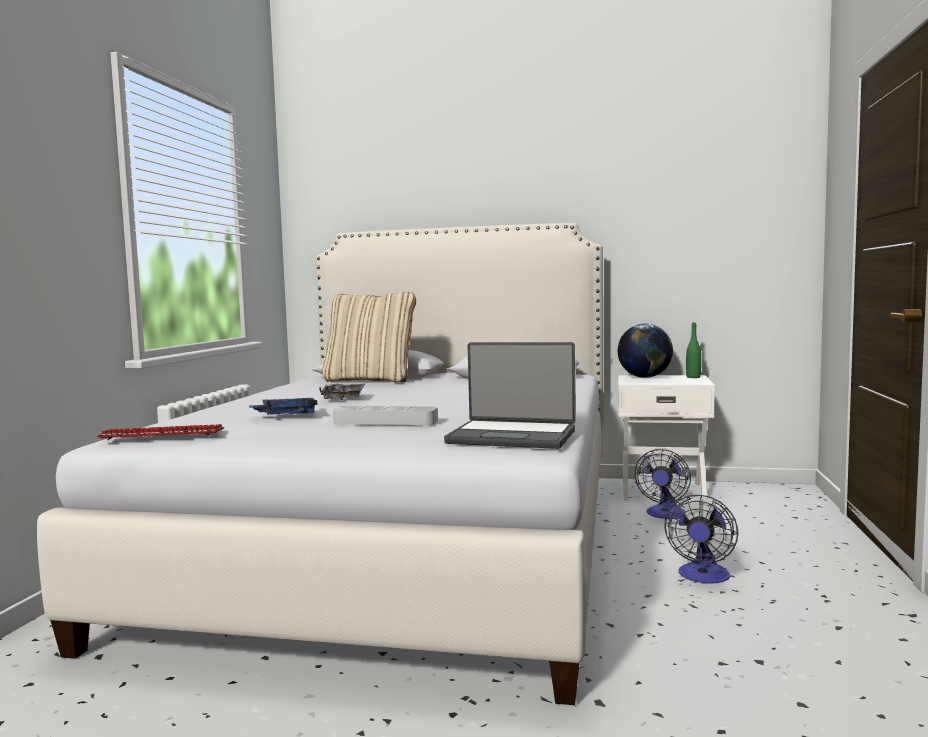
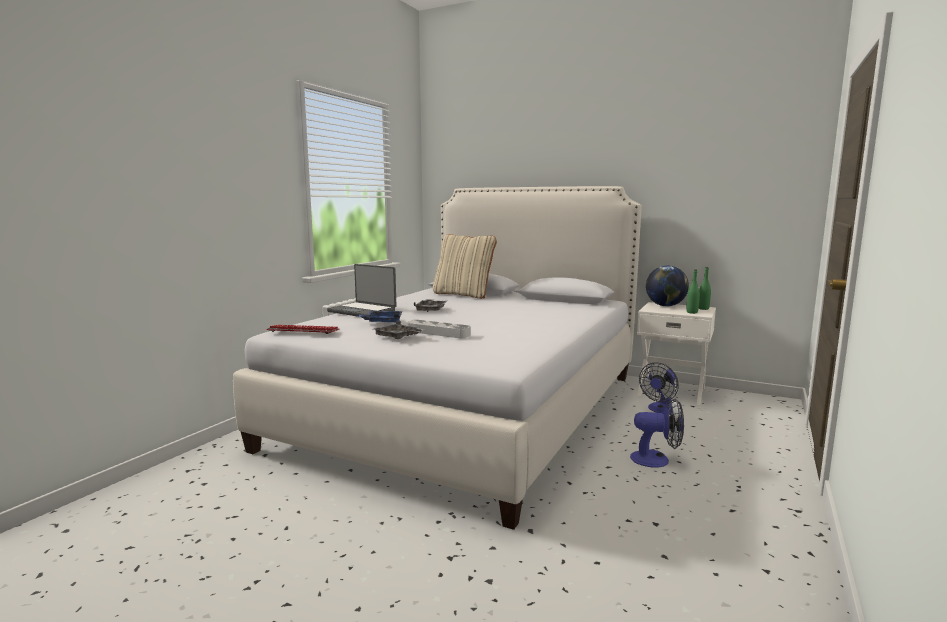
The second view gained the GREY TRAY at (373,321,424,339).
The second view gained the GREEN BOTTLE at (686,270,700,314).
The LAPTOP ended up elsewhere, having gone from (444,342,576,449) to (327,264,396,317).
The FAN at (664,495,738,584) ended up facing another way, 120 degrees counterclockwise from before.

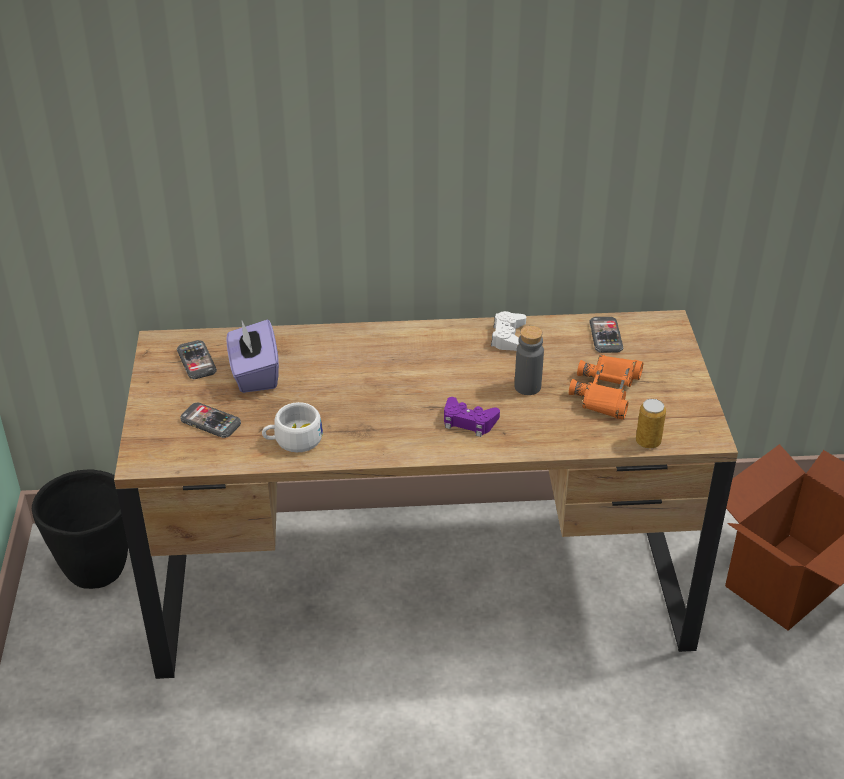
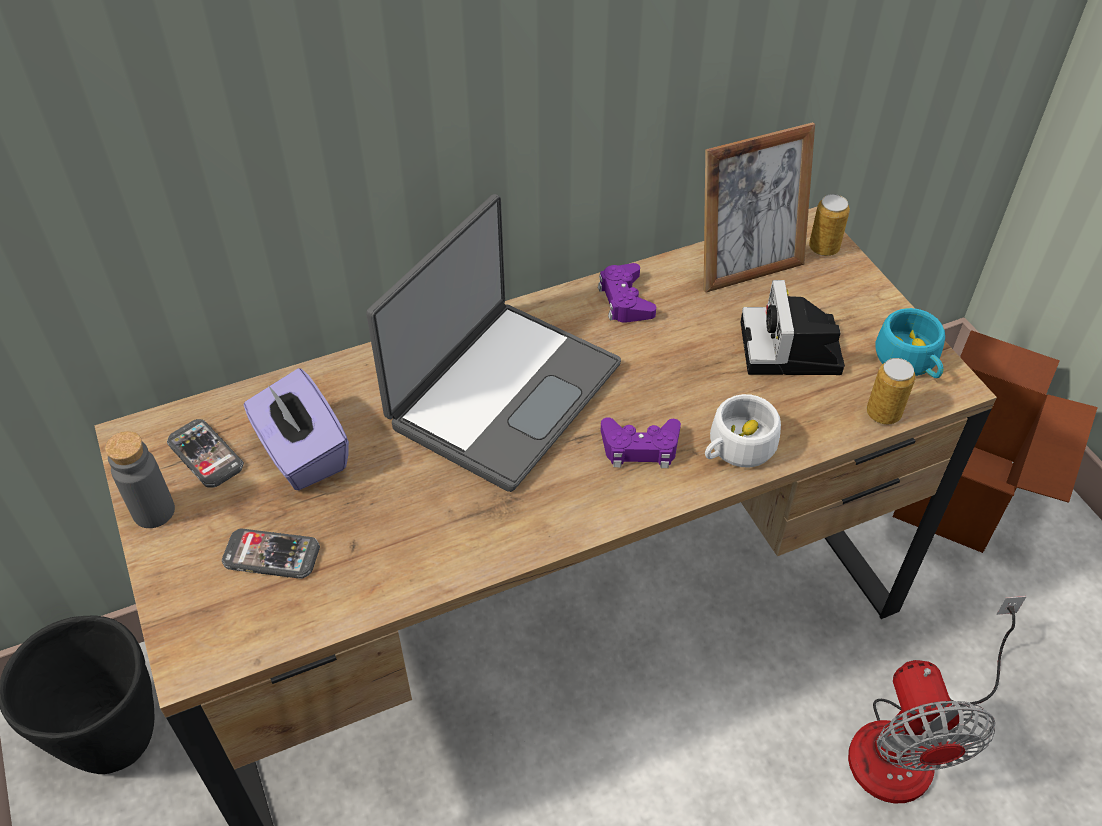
The second view gained the LAPTOP at (366,194,621,492).
The second view gained the CAN at (809,194,850,256).
The second view gained the FAN at (848,596,1027,804).
The second view gained the TURQUOISE CUP at (876,308,945,378).
The WHITE CUP ended up elsewhere, having gone from (262,402,323,452) to (705,394,781,467).
The GREY BOTTLE ended up elsewhere, having gone from (515,326,544,395) to (105,431,175,528).
Where the ORANGE BINOCULARS stood at (569,355,643,420), the PHOTO CAMERA came to stand at (740,280,845,375).
Where the PHONE stood at (589,317,623,353), the PICTURE FRAME came to stand at (704,122,815,293).
What was the WHITE GAME CONTROLLER at (491,311,526,351) turned into the PURPLE GAME CONTROLLER at (598,263,656,323).

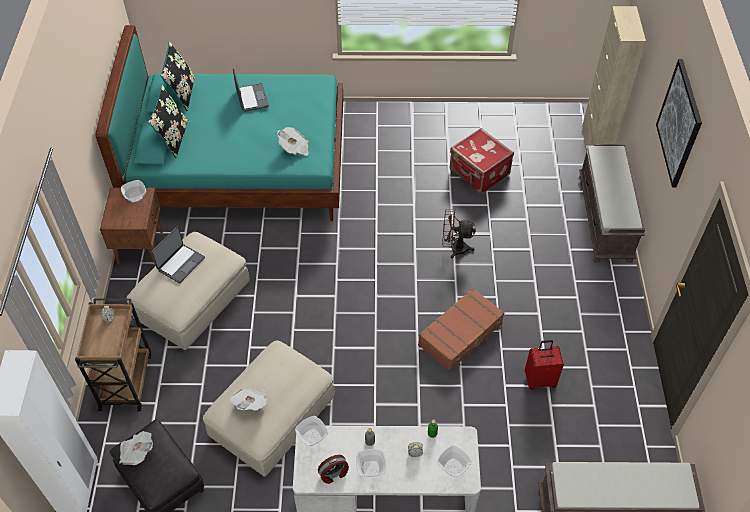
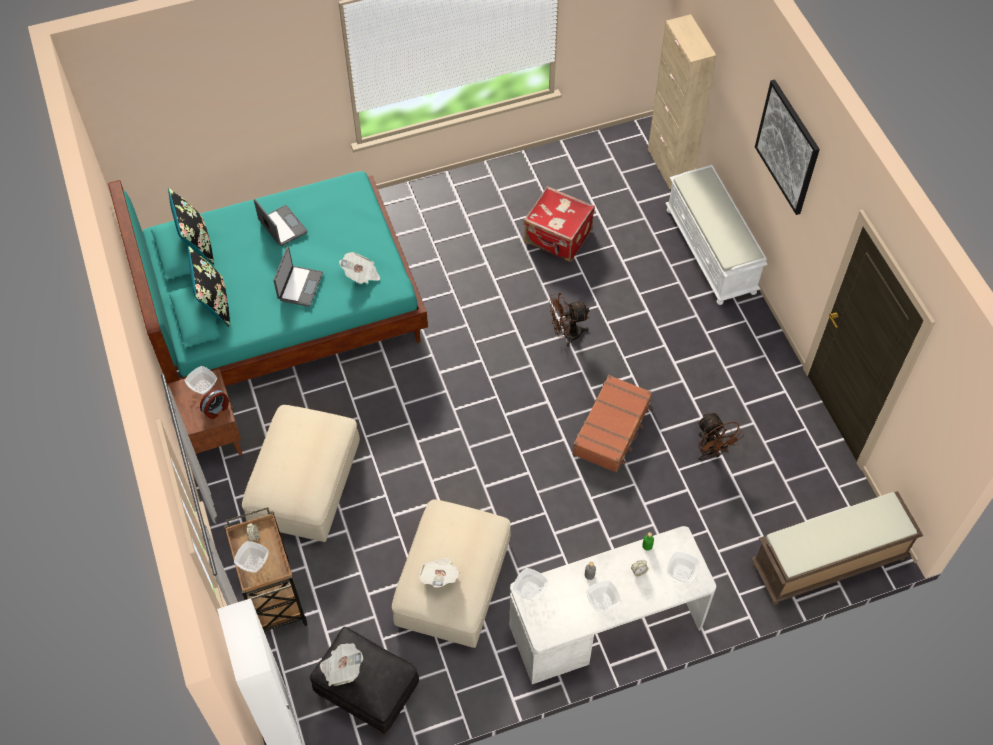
The second view gained the BOWL at (234,541,269,572).
The LAPTOP ended up elsewhere, having gone from (151,226,205,283) to (273,246,323,307).
The ALARM CLOCK ended up elsewhere, having gone from (318,455,349,484) to (200,388,229,419).
Where the RED SUITCASE stood at (525,340,564,389), the BROWN FAN came to stand at (697,412,744,460).
What was the BROWN BENCH at (579,144,645,263) turned into the WHITE BENCH at (665,165,768,305).

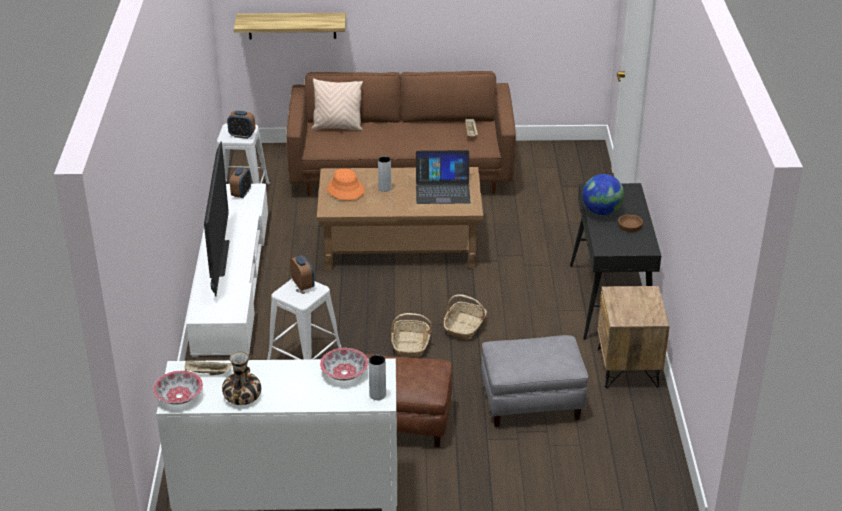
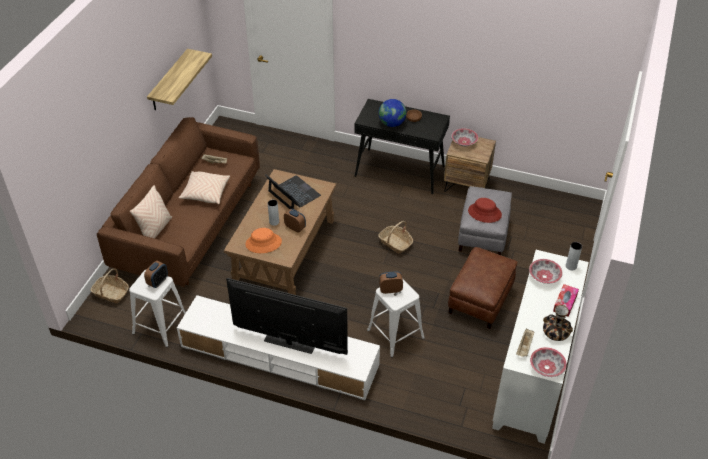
The second view gained the BEIGE PILLOW at (179,171,230,204).
The second view gained the BOWL at (451,128,478,146).
The second view gained the RED HAT at (468,198,502,223).
The second view gained the TISSUE BOX at (553,284,579,317).
The ALARM CLOCK ended up elsewhere, having gone from (230,168,251,198) to (284,209,306,233).
The SHELF ended up elsewhere, having gone from (234,13,346,40) to (147,49,212,110).
The BASKET ended up elsewhere, having gone from (391,313,432,357) to (91,268,129,303).
The LAPTOP at (416,150,471,204) ended up facing another way, 60 degrees counterclockwise from before.

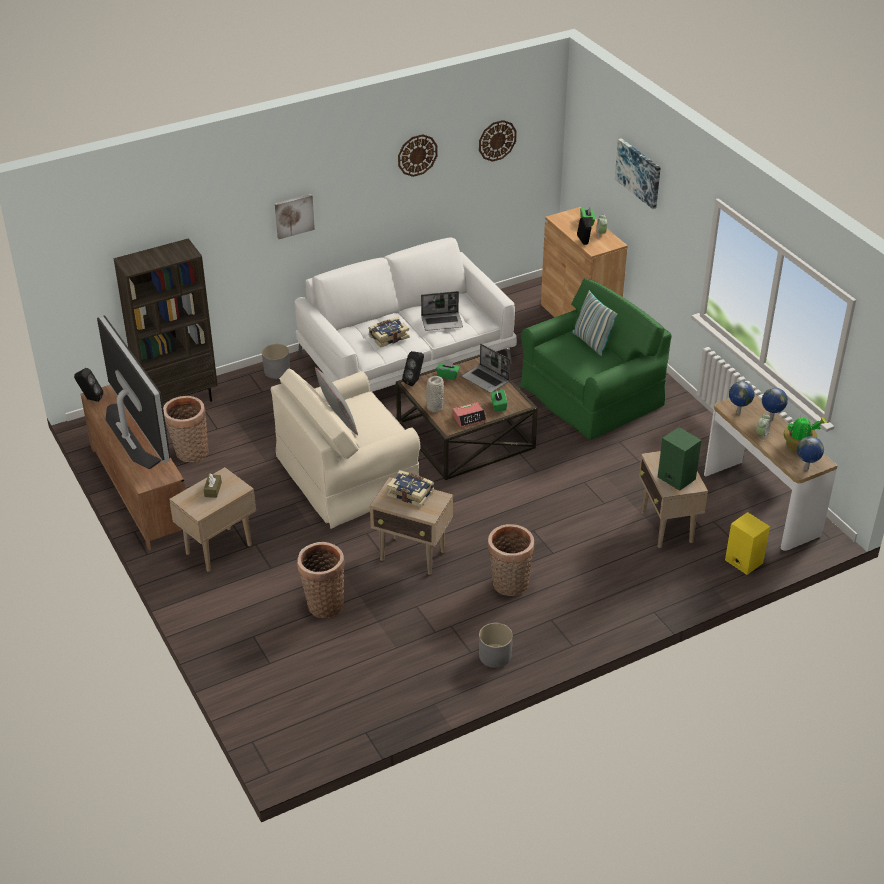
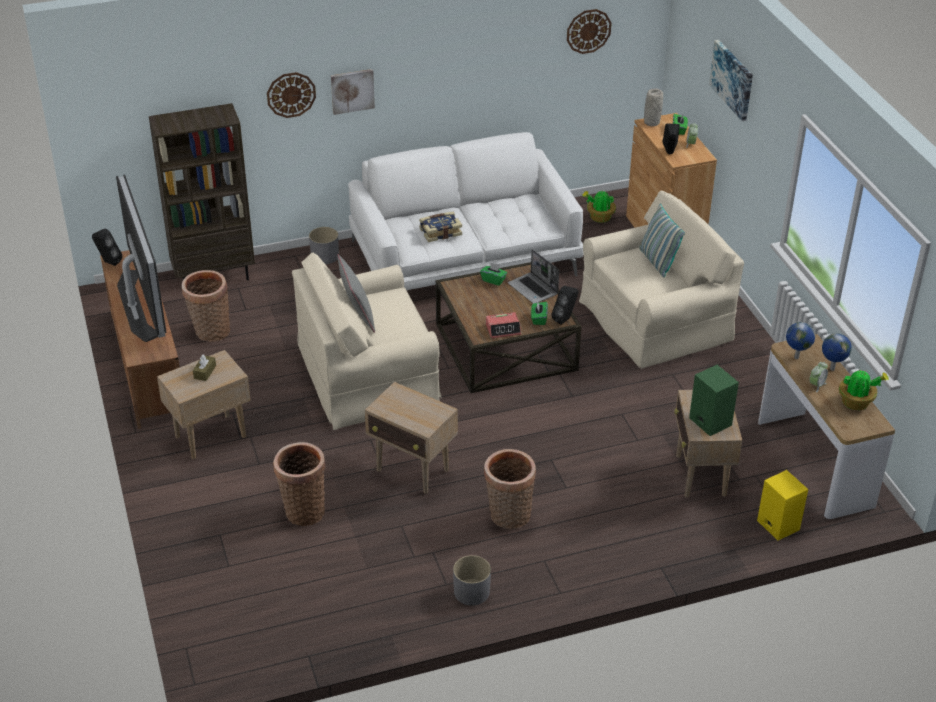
The second view lost the BOOK at (387,470,434,507).
The second view lost the LAPTOP at (421,291,463,331).
The second view lost the GLOBE at (797,436,824,470).
The second view gained the POTTED PLANT at (582,189,616,223).
The WALL CLOCK ended up elsewhere, having gone from (398,134,437,177) to (267,72,316,118).
The BLACK SPEAKER ended up elsewhere, having gone from (402,351,424,386) to (551,286,579,325).
The GREY VASE ended up elsewhere, having gone from (426,376,444,413) to (644,88,664,126).
What was the GREEN ARMCHAIR at (520,278,672,440) turned into the BEIGE ARMCHAIR at (579,190,744,369).

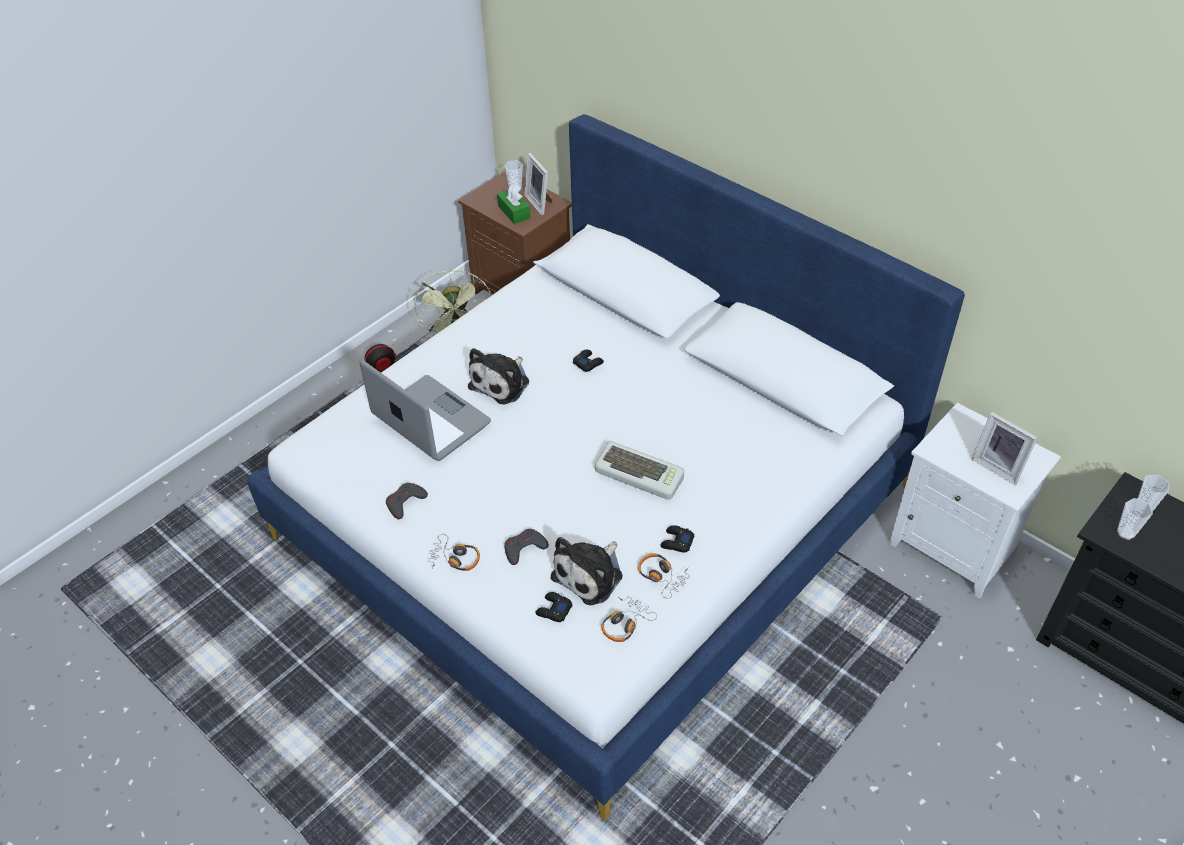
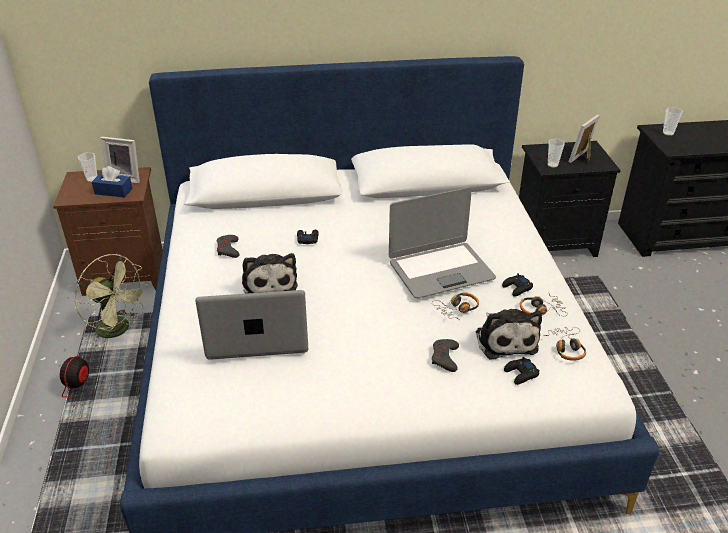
The GREY GAME CONTROLLER ended up elsewhere, having gone from (386,483,428,519) to (217,235,239,258).
The HEADPHONES ended up elsewhere, having gone from (428,534,480,571) to (432,292,479,320).
The CUP ended up elsewhere, having gone from (1117,498,1153,540) to (548,139,564,168).
Where the KEYBOARD stood at (595,441,684,500), the LAPTOP came to stand at (389,187,496,298).
What was the GREEN TISSUE BOX at (497,186,531,224) turned into the BLUE TISSUE BOX at (92,166,132,197).
What was the WHITE NIGHTSTAND at (889,403,1061,599) turned into the BLACK NIGHTSTAND at (519,141,621,257).
The PICTURE FRAME at (971,412,1038,485) ended up facing another way, 135 degrees clockwise from before.

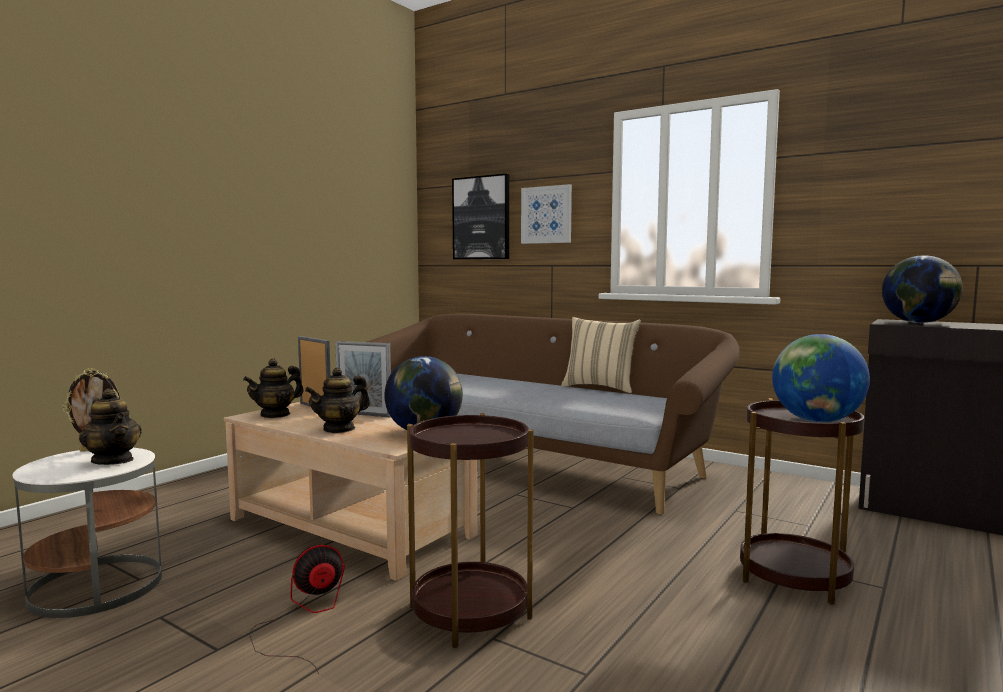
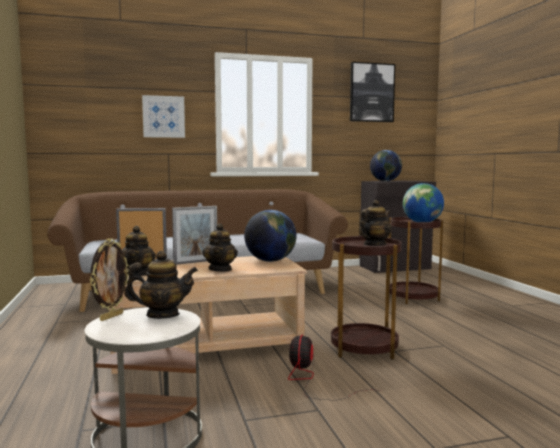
The second view lost the BEIGE PILLOW at (561,317,641,393).
The second view gained the TEAPOT at (359,200,391,246).
The PICTURE ended up elsewhere, having gone from (452,174,509,259) to (350,62,395,122).

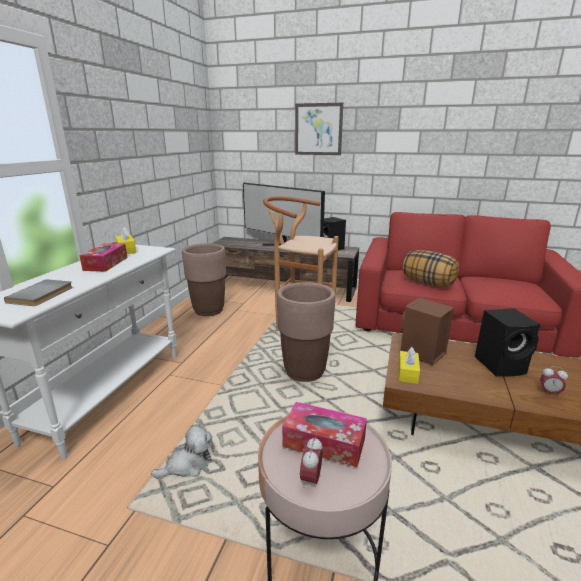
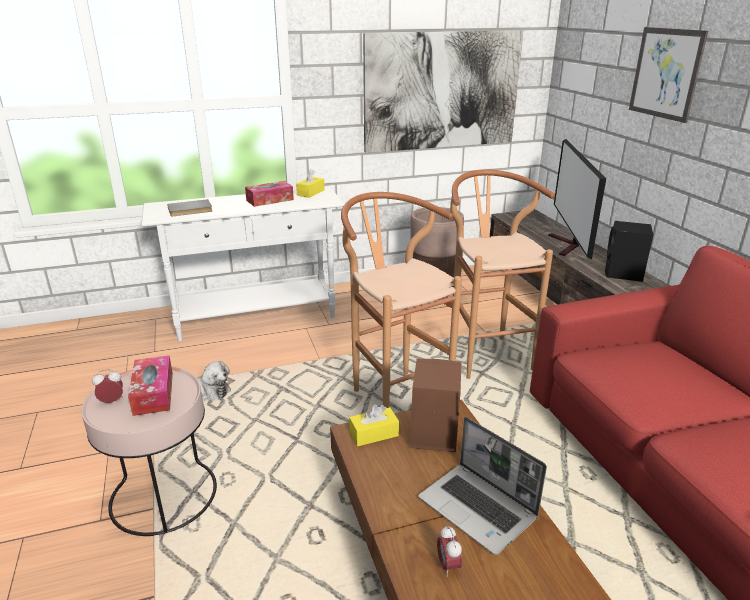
The second view lost the PILLOW at (403,250,459,286).
The second view gained the PICTURE at (363,30,523,153).
Where the BROWN PLANTER stood at (277,282,335,382), the BROWN STOOL came to stand at (341,192,462,408).
Where the BLACK SPEAKER stood at (475,308,540,377), the LAPTOP came to stand at (419,417,547,555).

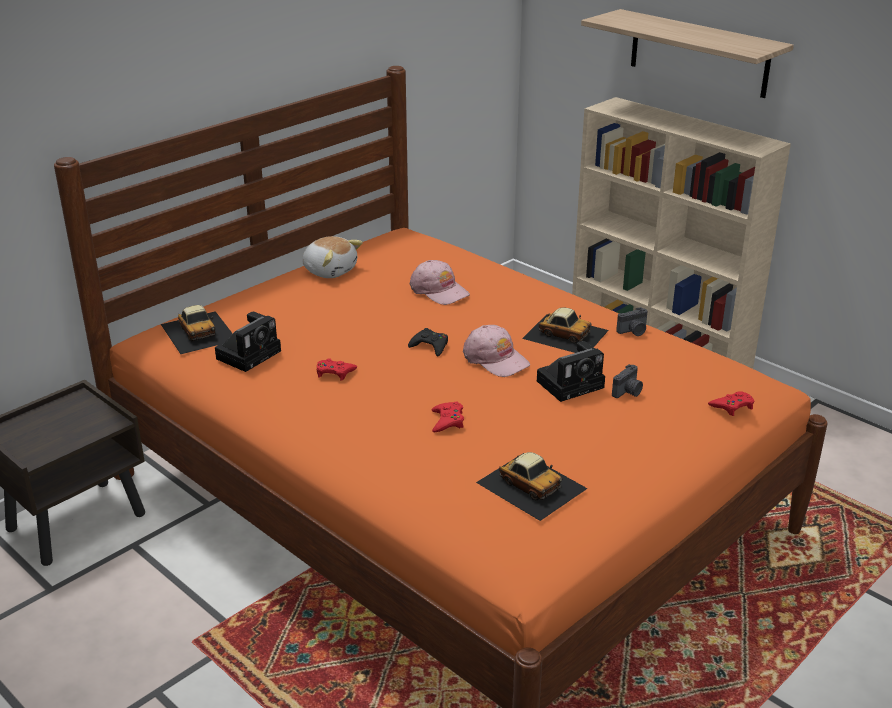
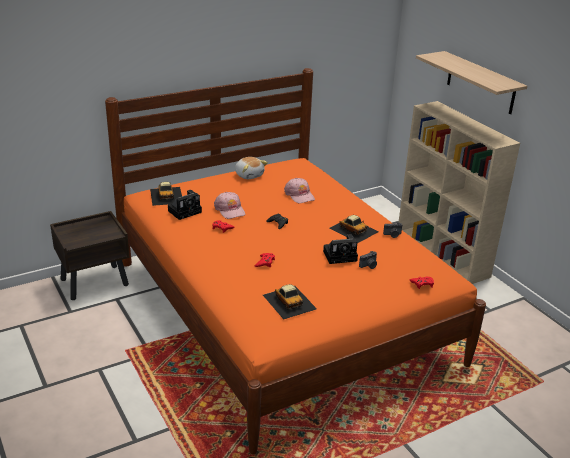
The PINK CAP ended up elsewhere, having gone from (463,325,530,377) to (214,192,245,219).

